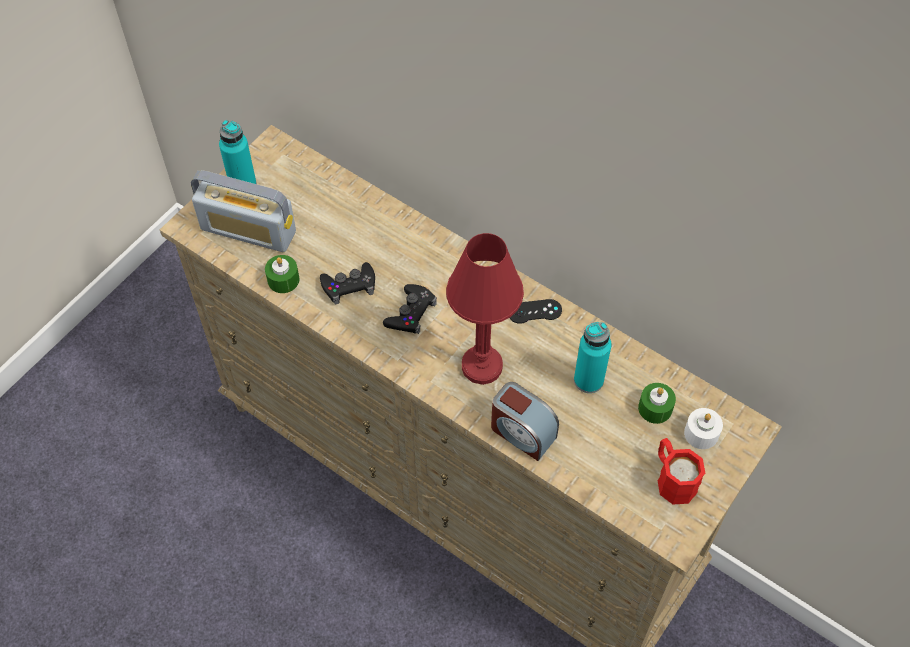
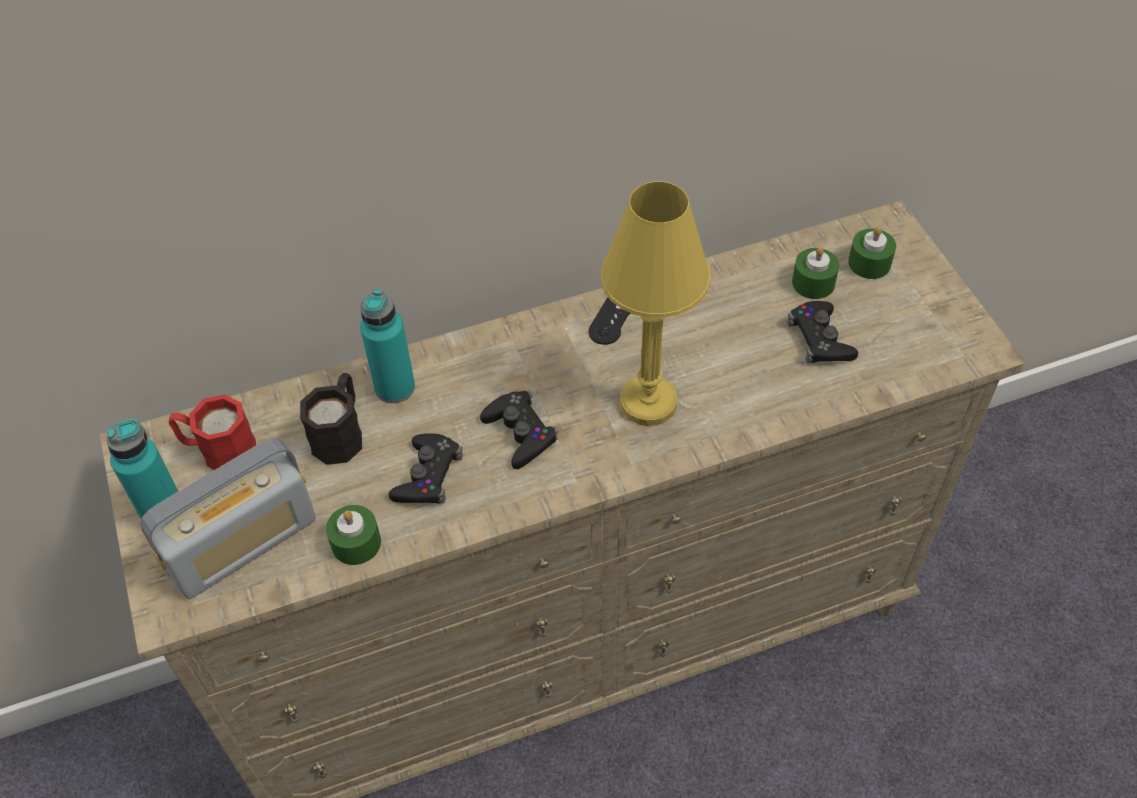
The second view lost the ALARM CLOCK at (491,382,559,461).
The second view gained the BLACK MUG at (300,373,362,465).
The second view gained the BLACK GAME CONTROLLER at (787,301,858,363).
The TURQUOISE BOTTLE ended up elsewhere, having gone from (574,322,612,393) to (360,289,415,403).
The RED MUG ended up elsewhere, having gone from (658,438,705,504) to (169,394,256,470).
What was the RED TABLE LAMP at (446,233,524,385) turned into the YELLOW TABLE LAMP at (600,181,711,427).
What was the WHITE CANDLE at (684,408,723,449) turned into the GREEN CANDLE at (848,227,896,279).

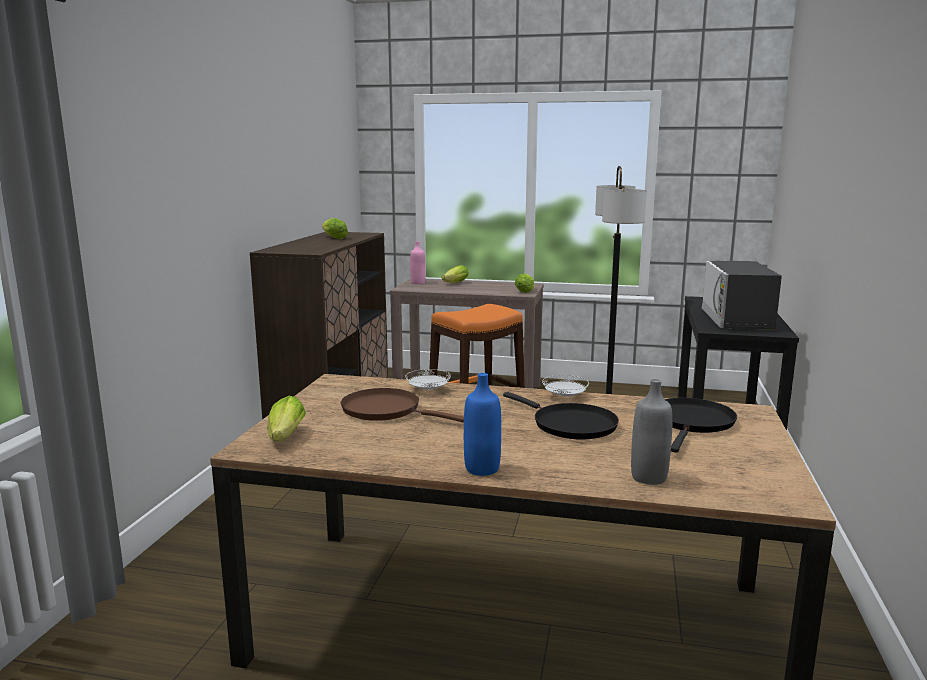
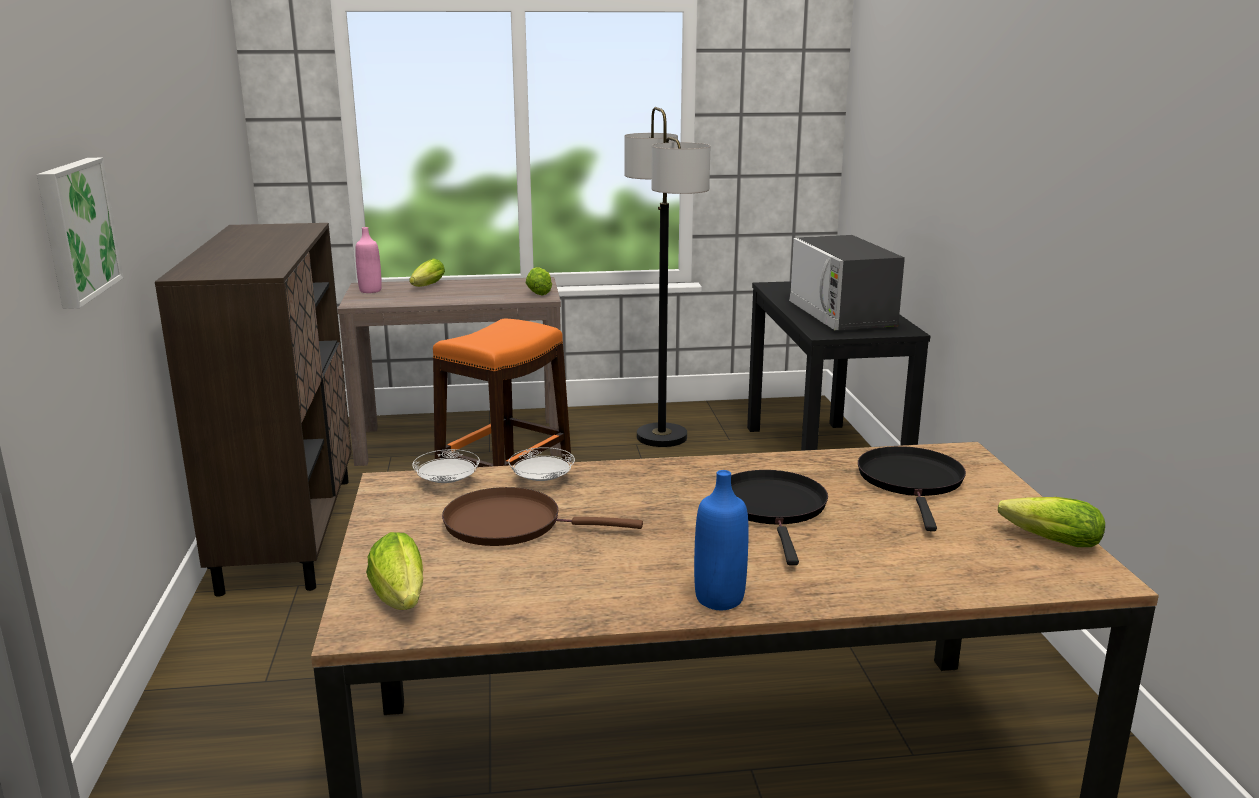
The second view lost the GREY BOTTLE at (631,379,673,485).
The second view gained the PICTURE at (37,158,124,309).
The LETTUCE ended up elsewhere, having gone from (322,218,348,239) to (998,497,1105,547).
The WHITE PLATE ended up elsewhere, having gone from (542,375,589,397) to (412,449,480,483).
The BLACK FRYING PAN at (503,392,619,440) ended up facing another way, 120 degrees counterclockwise from before.

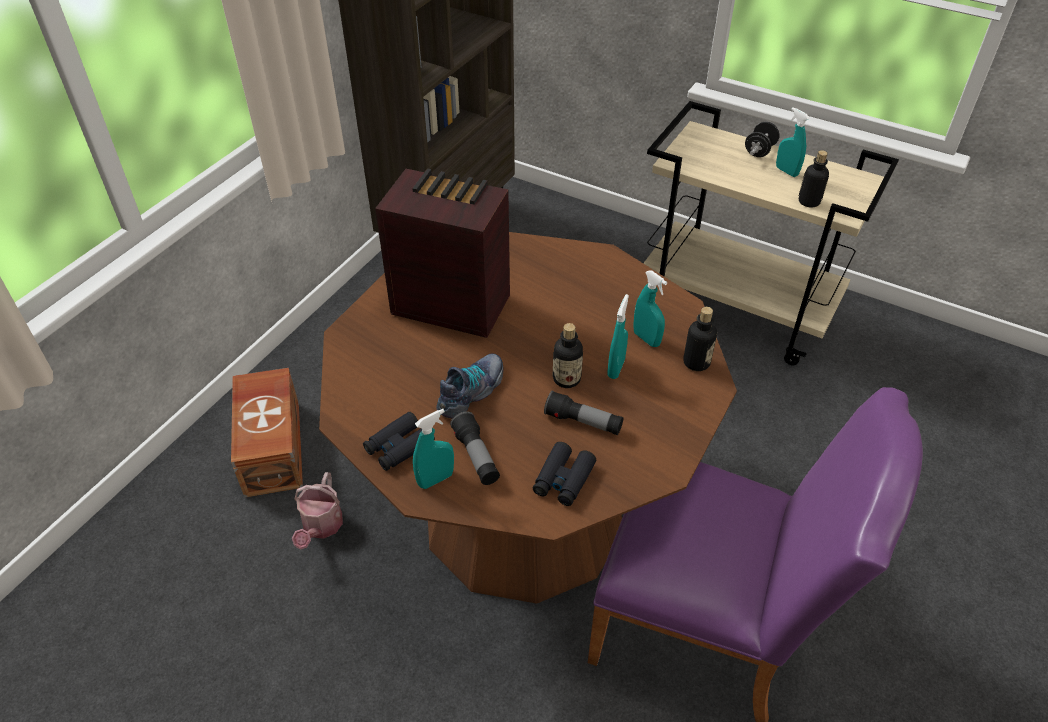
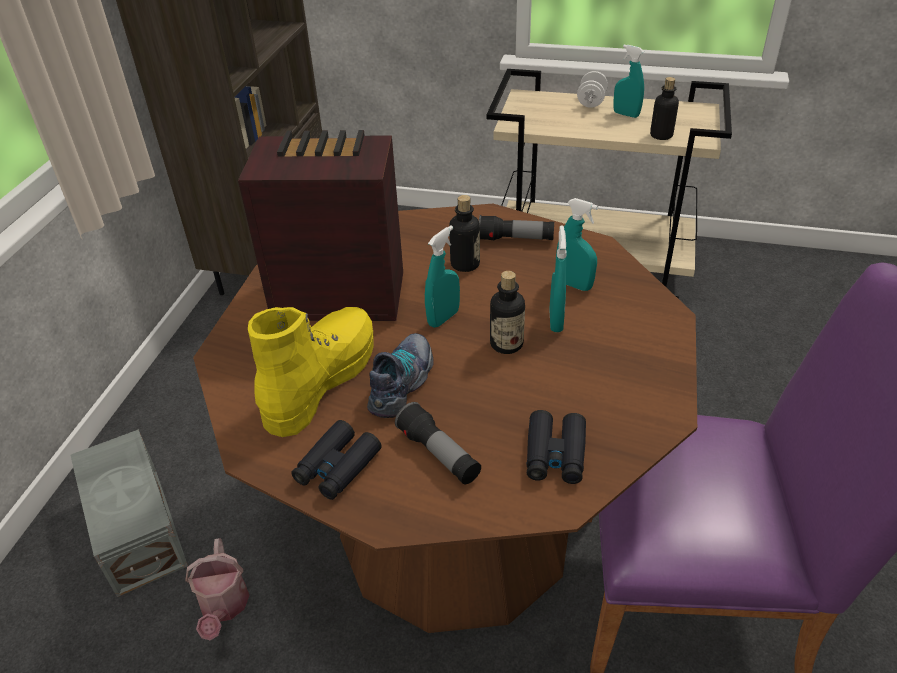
The second view gained the YELLOW BOOT at (248,307,374,437).
The TURQUOISE SPRAY BOTTLE ended up elsewhere, having gone from (413,409,454,489) to (425,225,460,328).
The FLASHLIGHT ended up elsewhere, having gone from (544,390,623,435) to (479,215,554,240).
The BOTTLE ended up elsewhere, having gone from (683,307,717,371) to (449,195,480,272).
What was the BROWN STORAGE BOX at (231,368,303,497) turned into the GREY STORAGE BOX at (70,429,188,597).
What was the BLACK DUMBBELL at (745,122,780,157) turned into the WHITE DUMBBELL at (577,71,608,108).

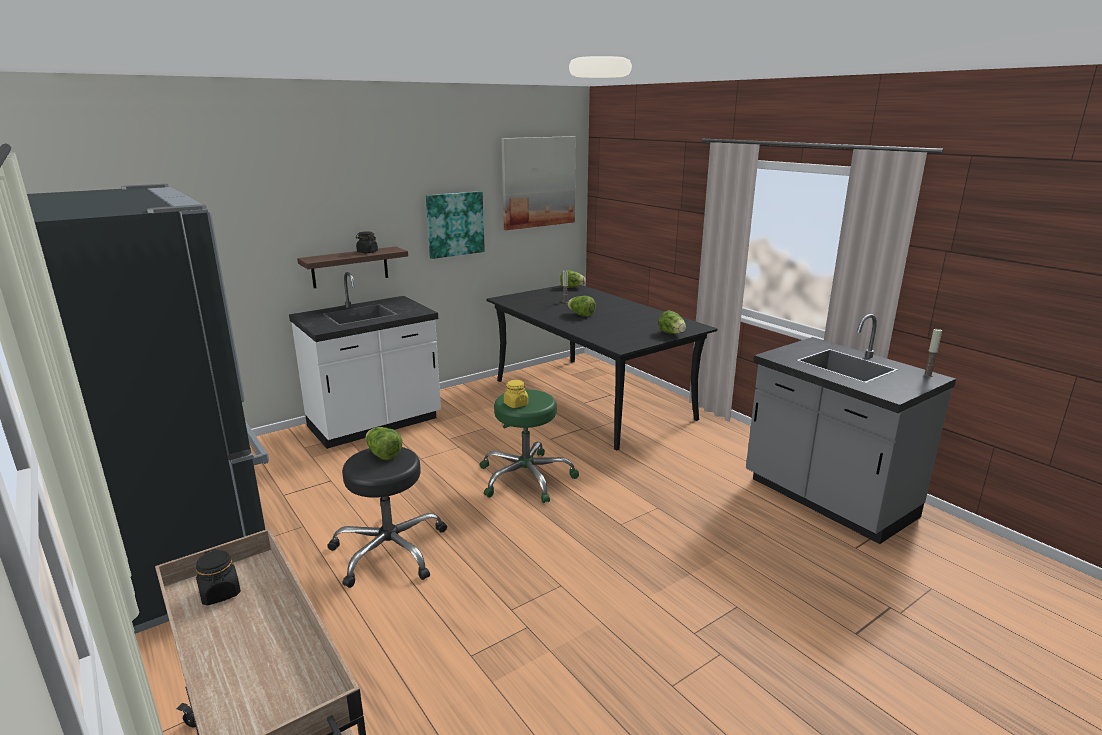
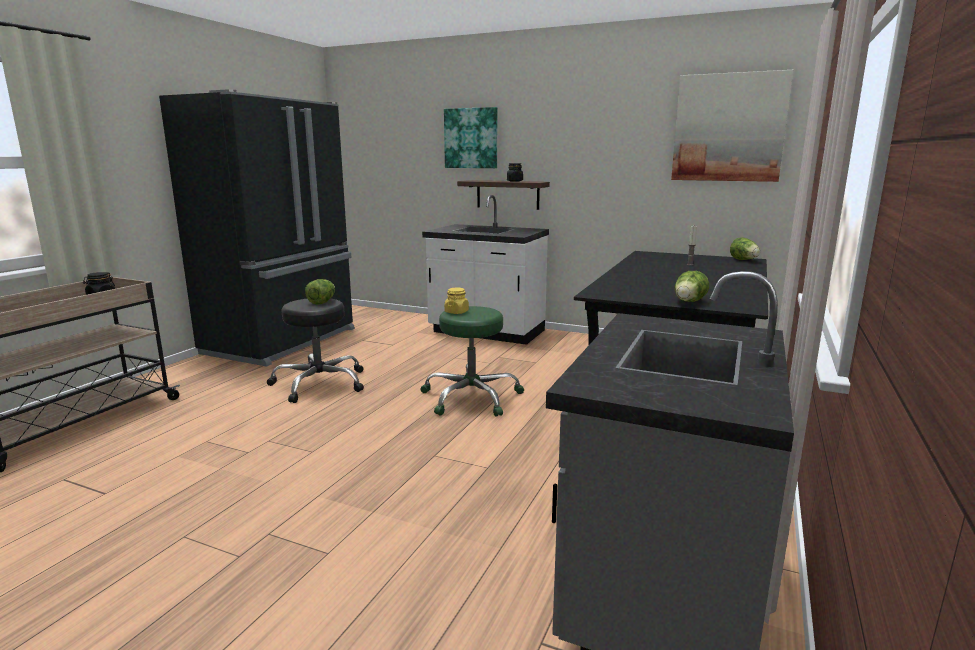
The second view lost the LETTUCE at (567,296,596,317).
The second view lost the CANDLE at (923,328,942,377).
The PICTURE ended up elsewhere, having gone from (426,191,485,259) to (444,107,497,168).

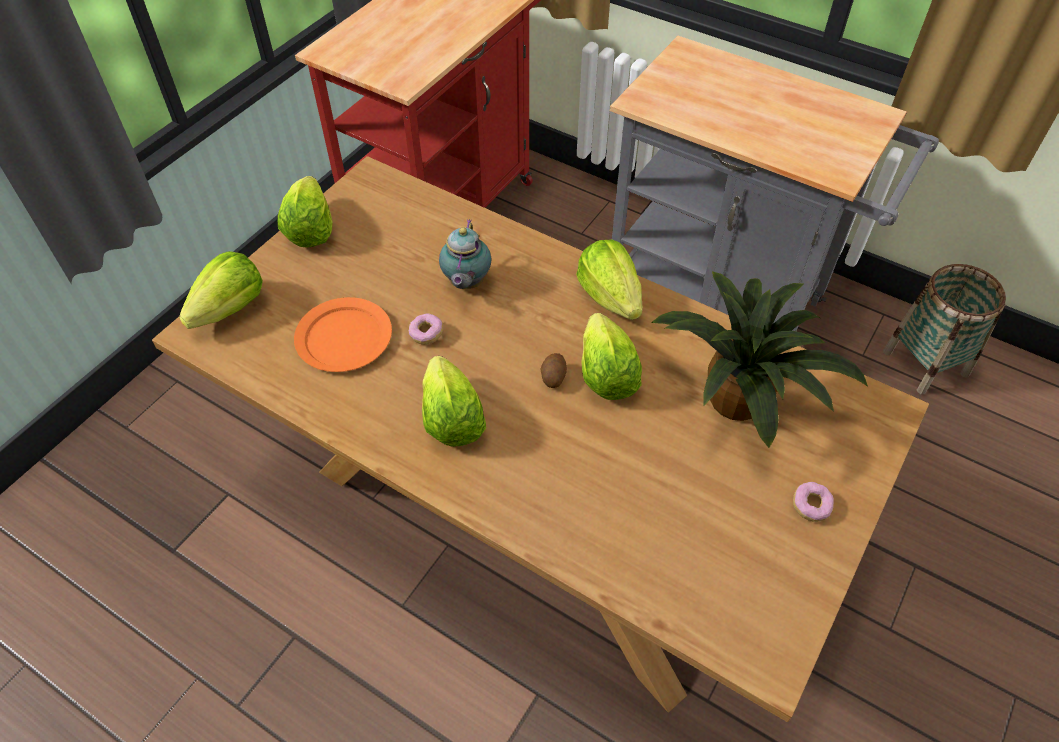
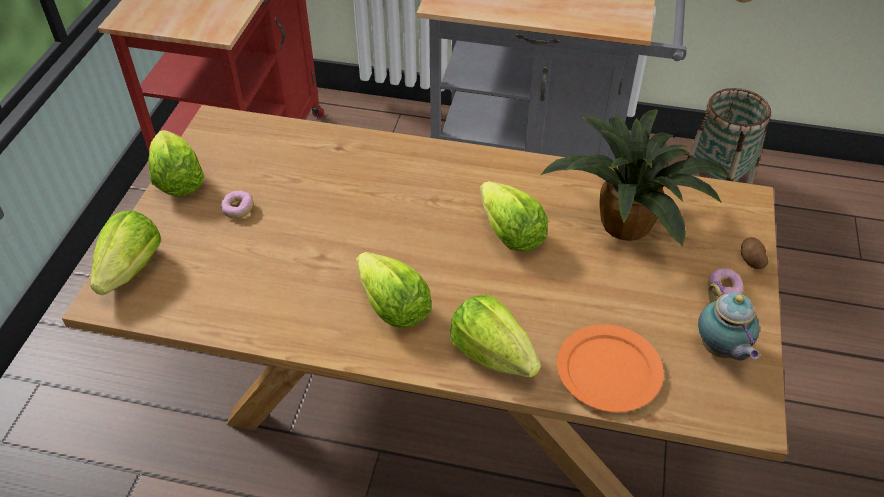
The ORANGE PLATE ended up elsewhere, having gone from (294,297,392,372) to (557,324,664,412).
The DONUT ended up elsewhere, having gone from (409,313,444,345) to (221,191,253,218).
The TEAPOT ended up elsewhere, having gone from (439,219,491,289) to (698,281,760,361).
The POTATO ended up elsewhere, having gone from (541,353,567,388) to (741,237,768,269).
The LETTUCE ended up elsewhere, having gone from (576,239,642,320) to (450,295,541,378).

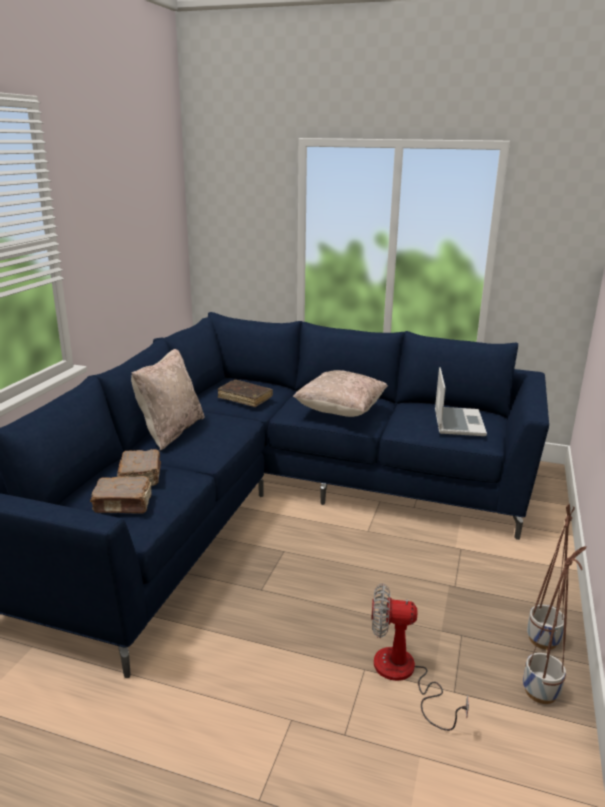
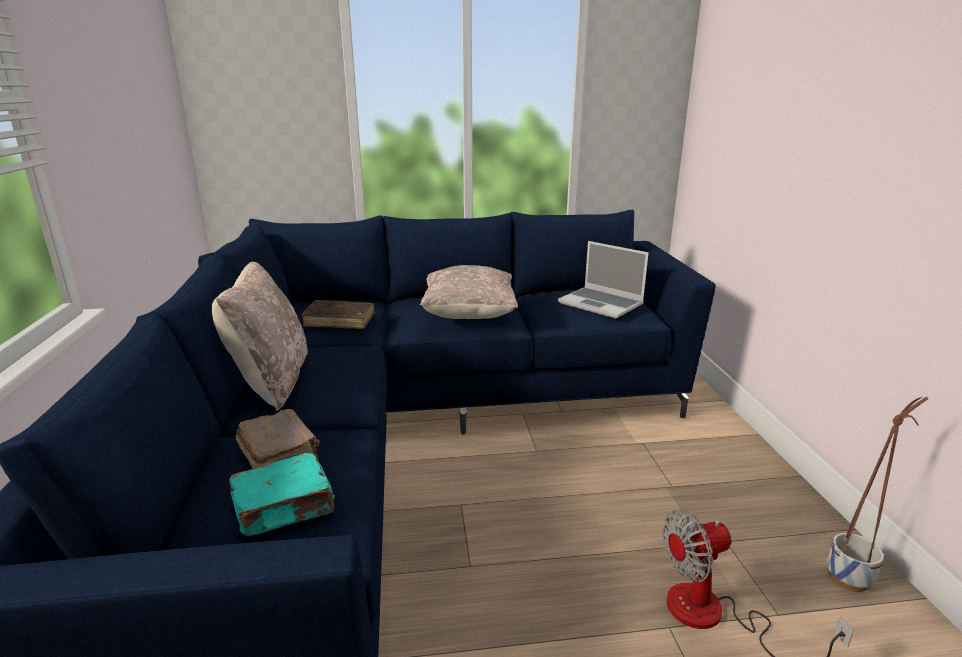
The second view lost the PLANTER at (527,504,575,650).
What was the BROWN BOOK at (90,476,152,514) turned into the TURQUOISE BOOK at (229,453,335,536).
The LAPTOP at (435,367,487,436) ended up facing another way, 150 degrees clockwise from before.

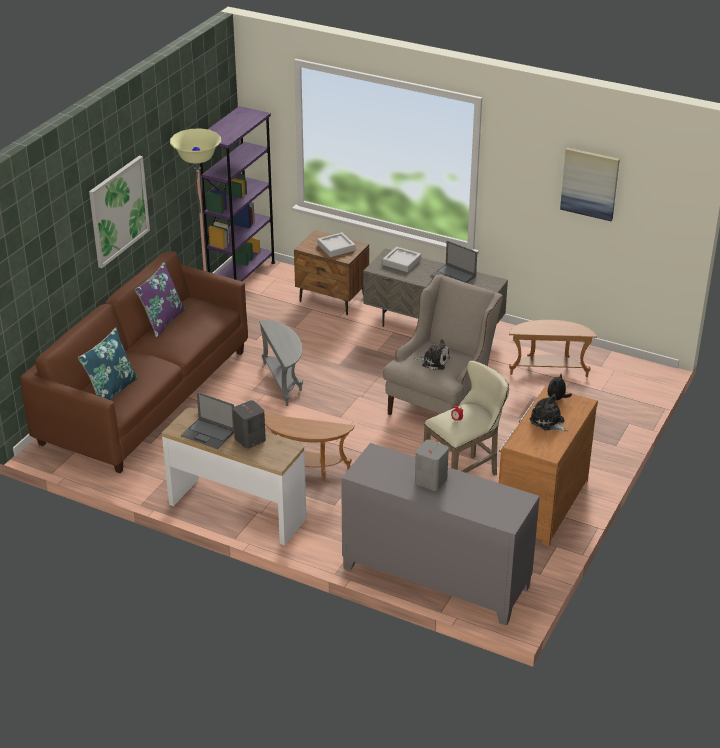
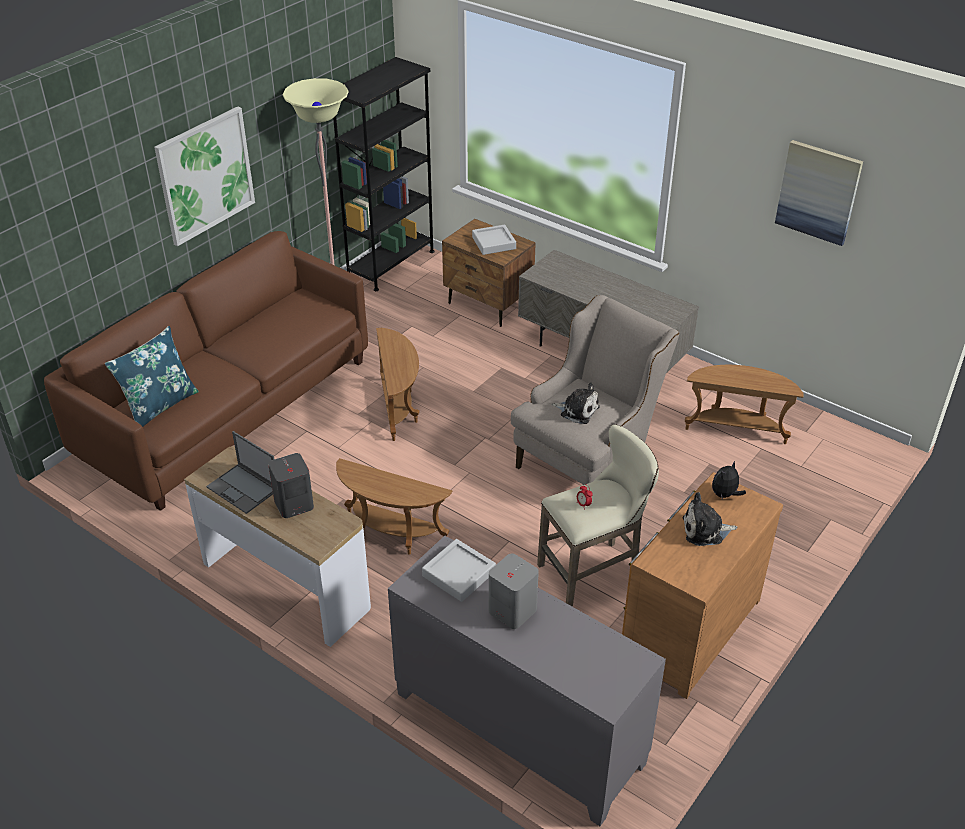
The second view lost the PURPLE PILLOW at (135,262,186,338).
The second view lost the LAPTOP at (430,241,477,283).
The GREY TRAY ended up elsewhere, having gone from (382,247,421,272) to (422,539,496,602).
What was the PURPLE BOOKCASE at (200,106,275,282) turned into the BLACK BOOKCASE at (333,57,434,291).
What was the GREY SIDE TABLE at (259,320,303,406) turned into the BROWN SIDE TABLE at (376,328,420,441).
The PLUSH TOY at (530,394,568,432) ended up facing another way, 60 degrees counterclockwise from before.

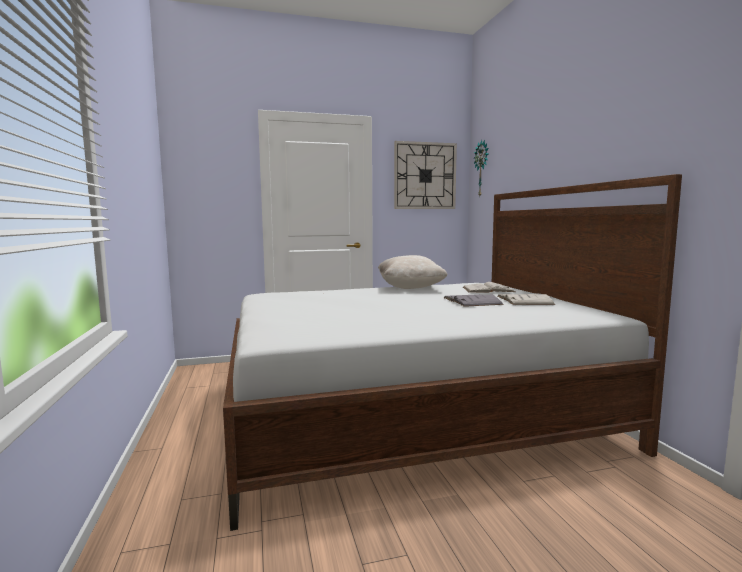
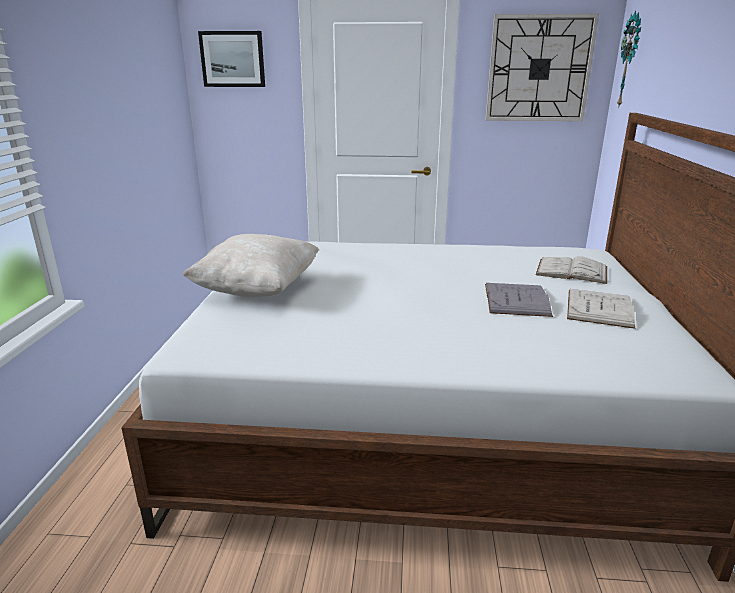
The second view gained the PICTURE at (198,31,265,87).
The BEIGE PILLOW ended up elsewhere, having gone from (378,255,447,289) to (182,234,319,297).

